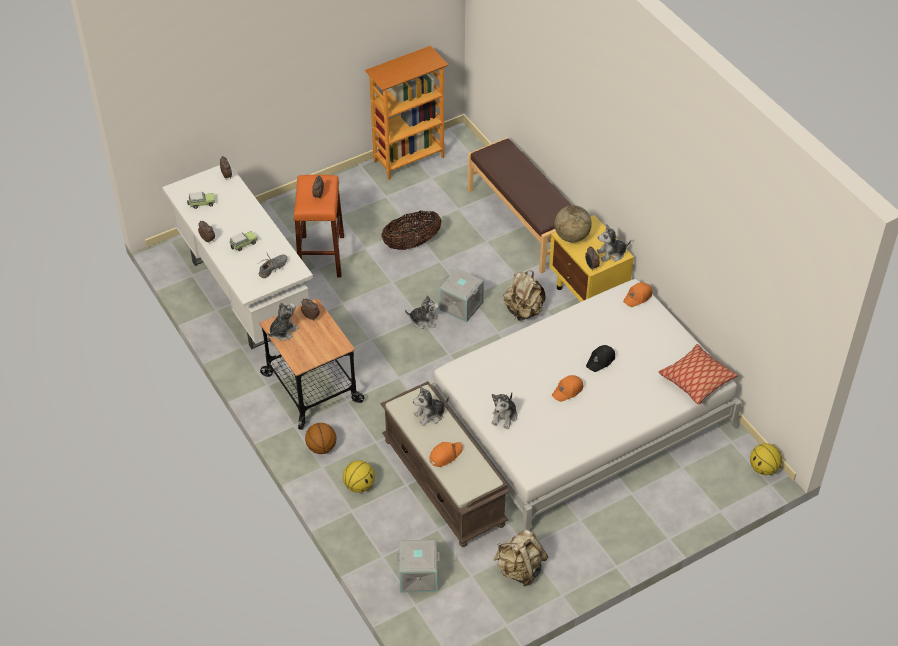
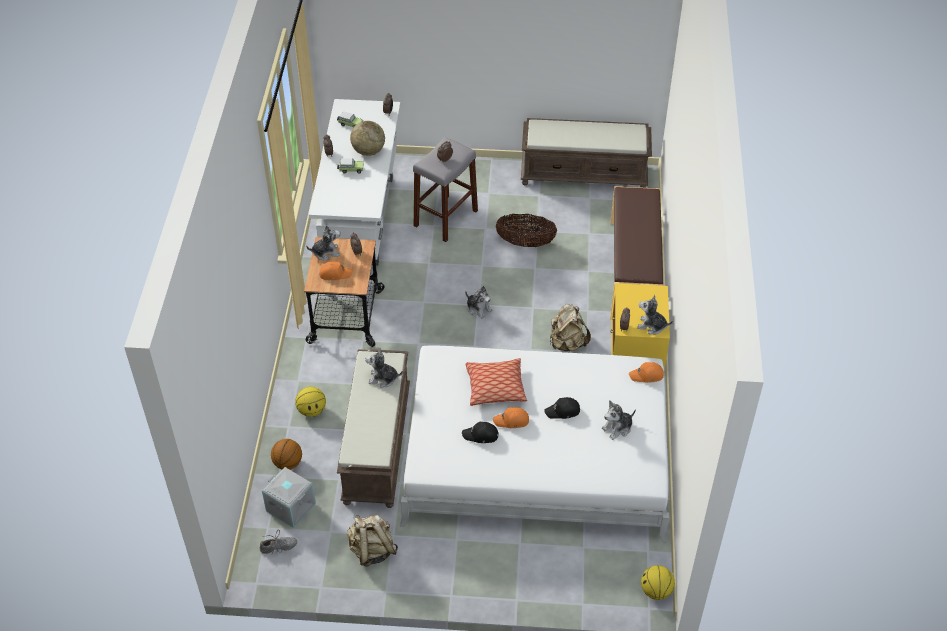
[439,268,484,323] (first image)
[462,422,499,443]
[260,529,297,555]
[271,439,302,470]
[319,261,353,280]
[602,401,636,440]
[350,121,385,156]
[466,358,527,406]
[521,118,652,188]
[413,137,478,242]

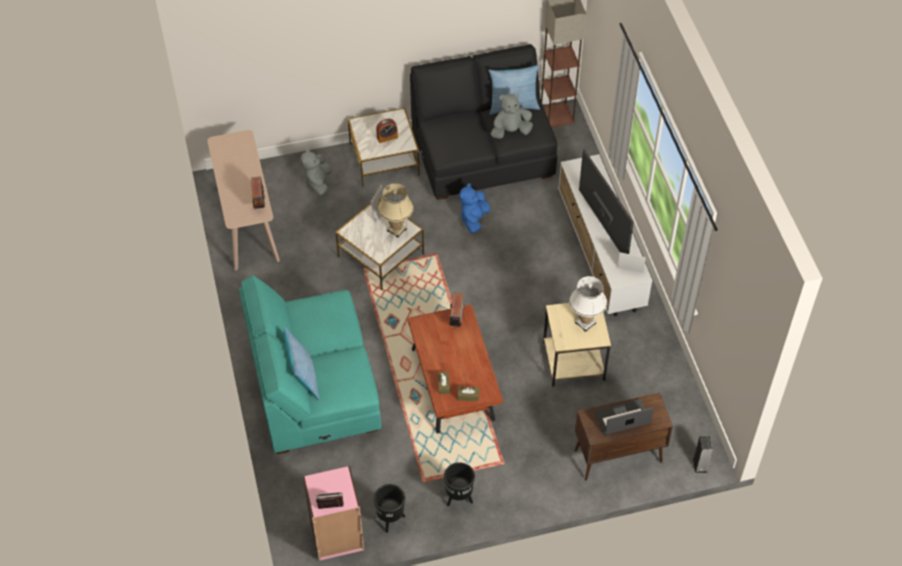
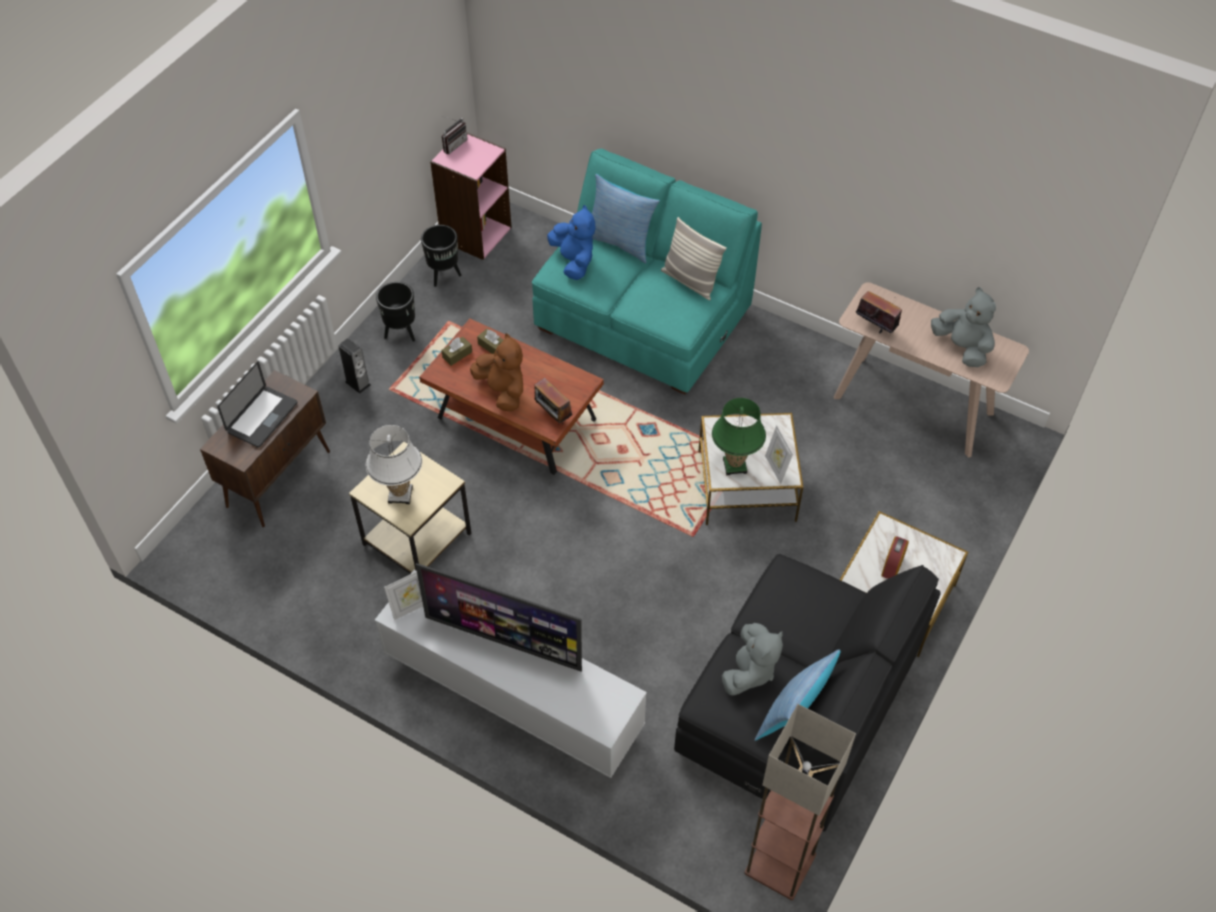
[470,333,523,412]
[661,217,727,300]
[931,287,996,367]
[547,205,595,280]
[338,338,371,394]
[712,398,766,475]

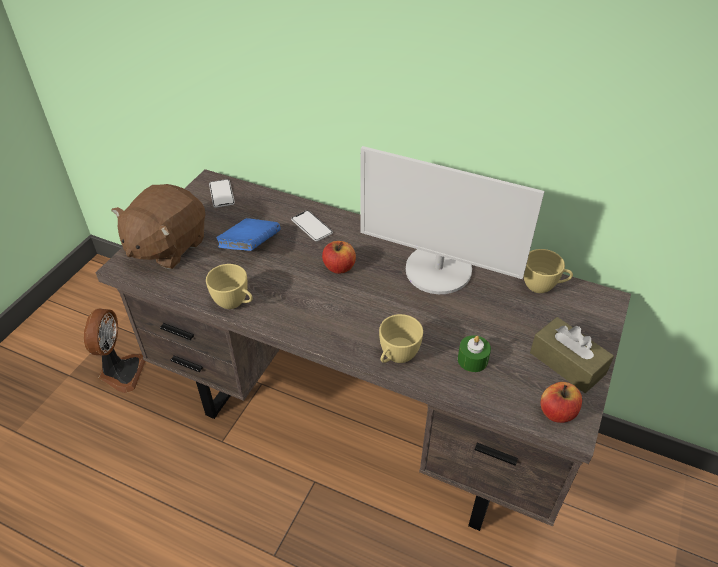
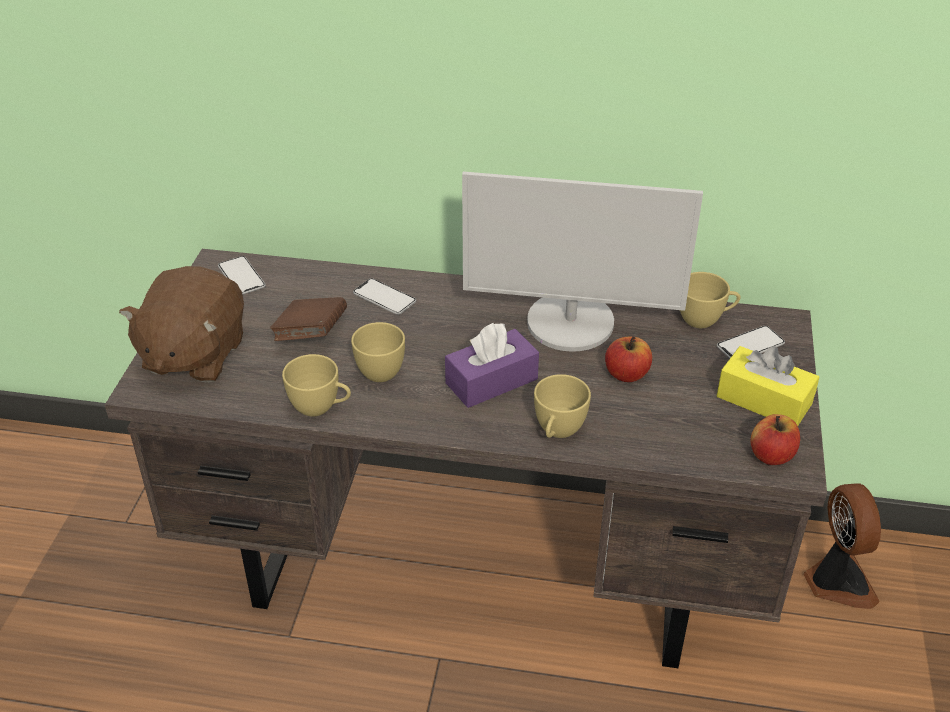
[458,335,491,372] (first image)
[351,322,405,382]
[445,323,539,408]
[717,326,785,358]
[804,483,881,609]
[605,336,652,382]
[270,297,347,341]
[717,346,819,426]

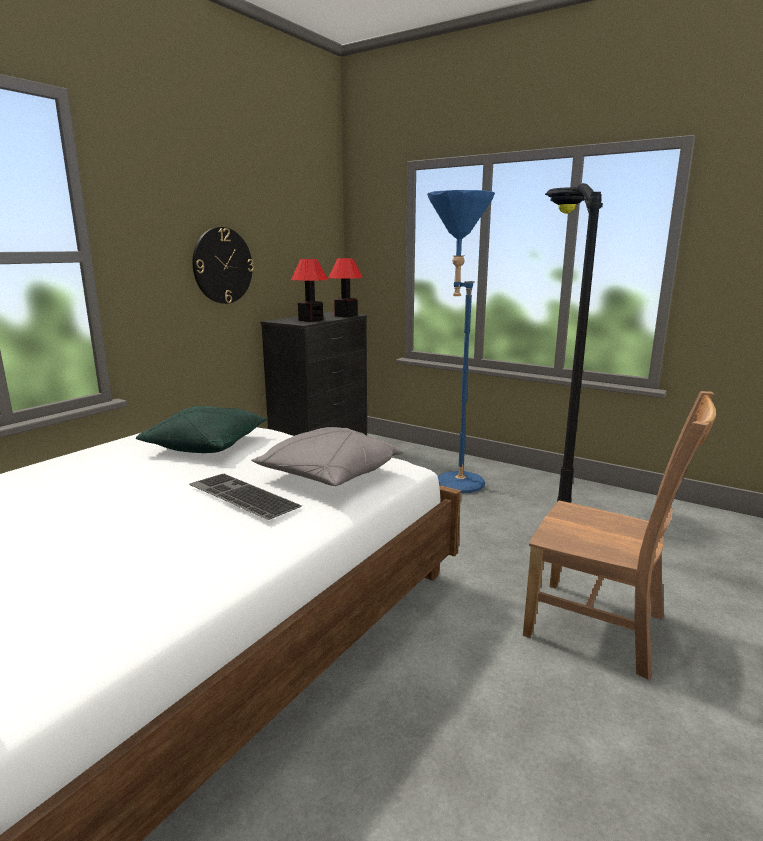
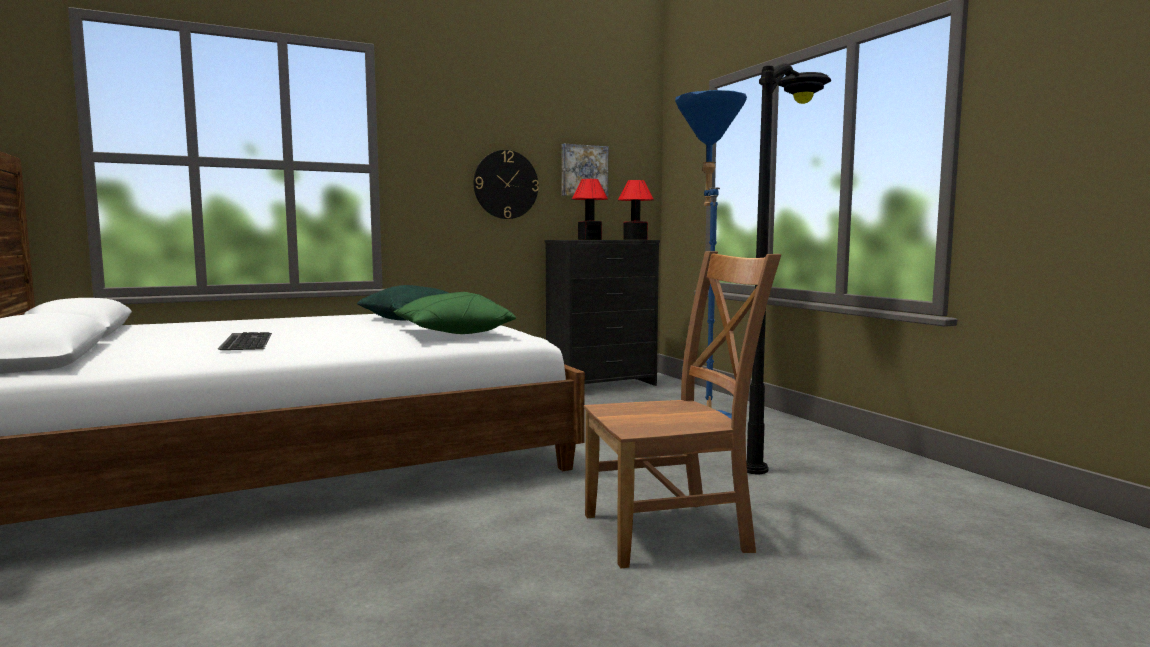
[562,144,608,197]
[218,332,272,350]
[393,292,516,334]
[584,251,782,569]

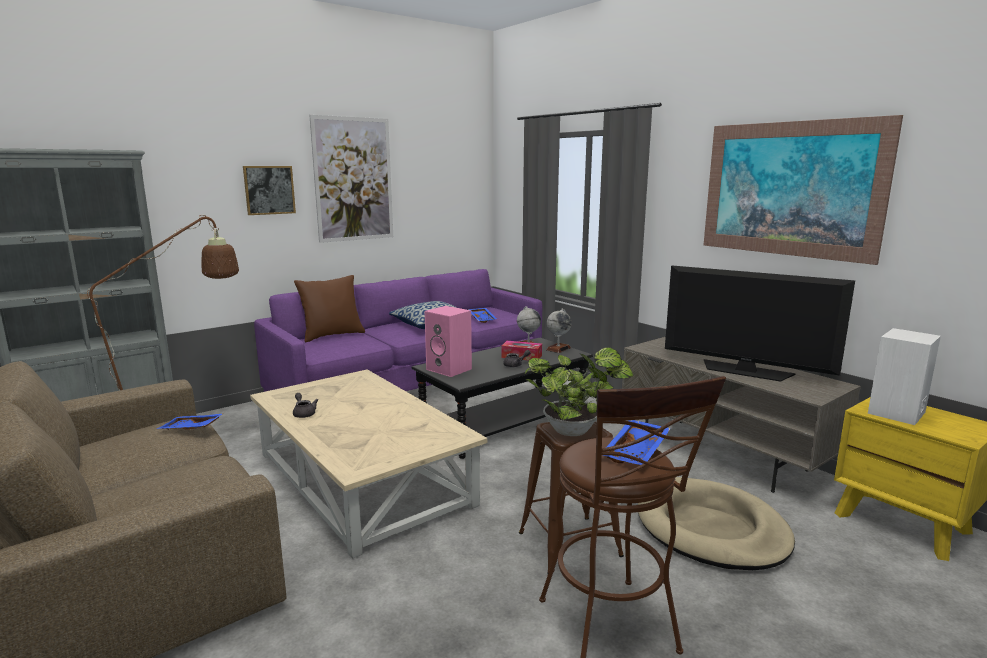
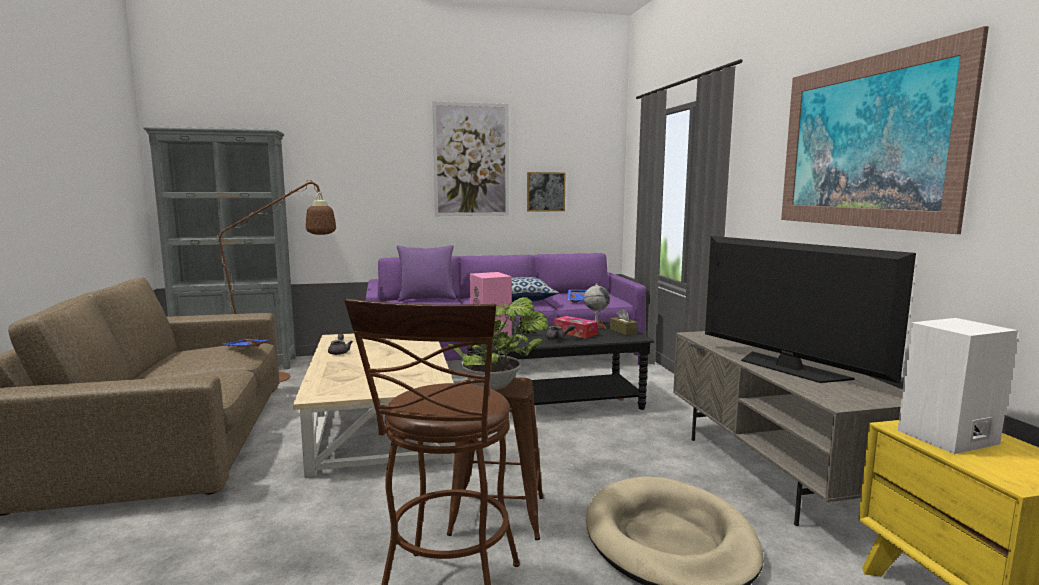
[604,420,671,465] (first image)
[527,172,566,212]
[610,309,638,335]
[397,245,456,302]

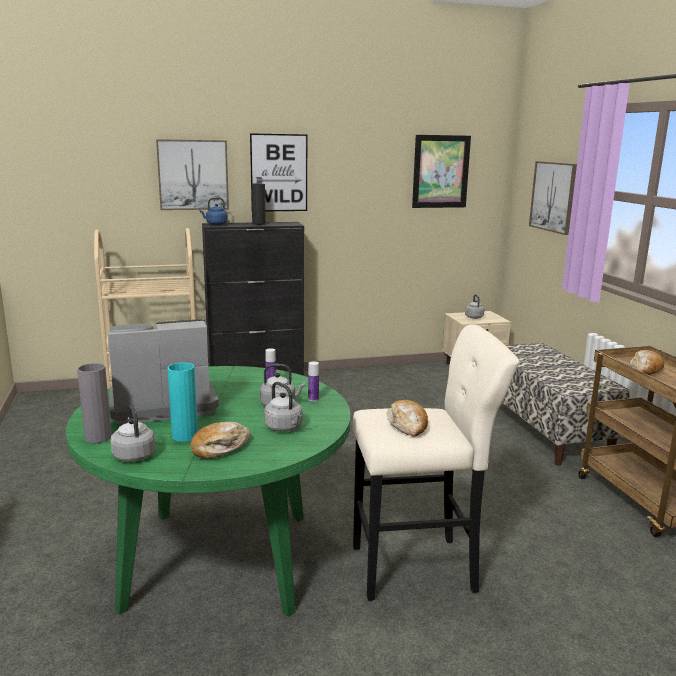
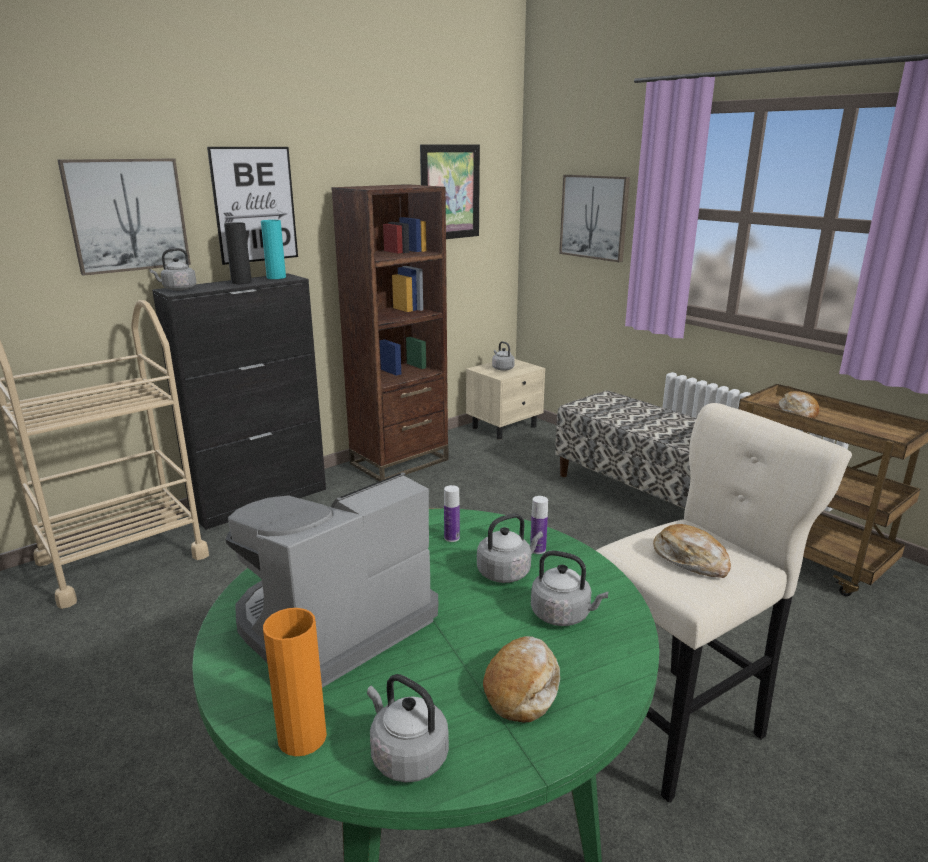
[331,184,448,482]
[261,220,286,279]
[263,608,327,756]
[149,248,196,291]

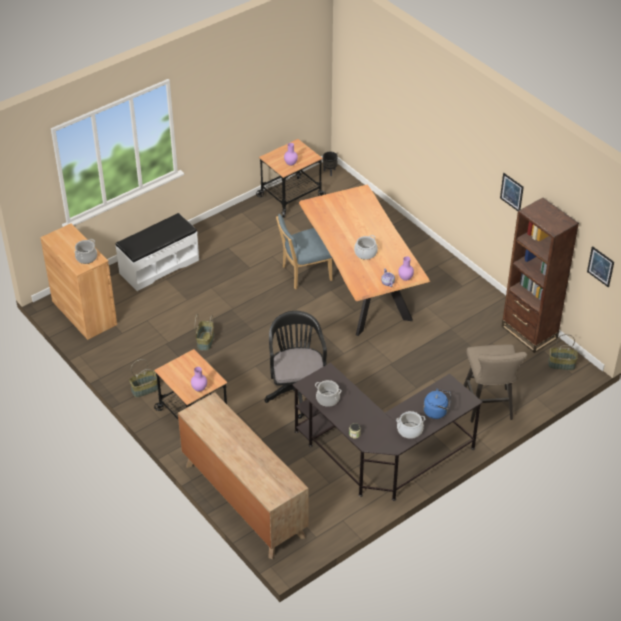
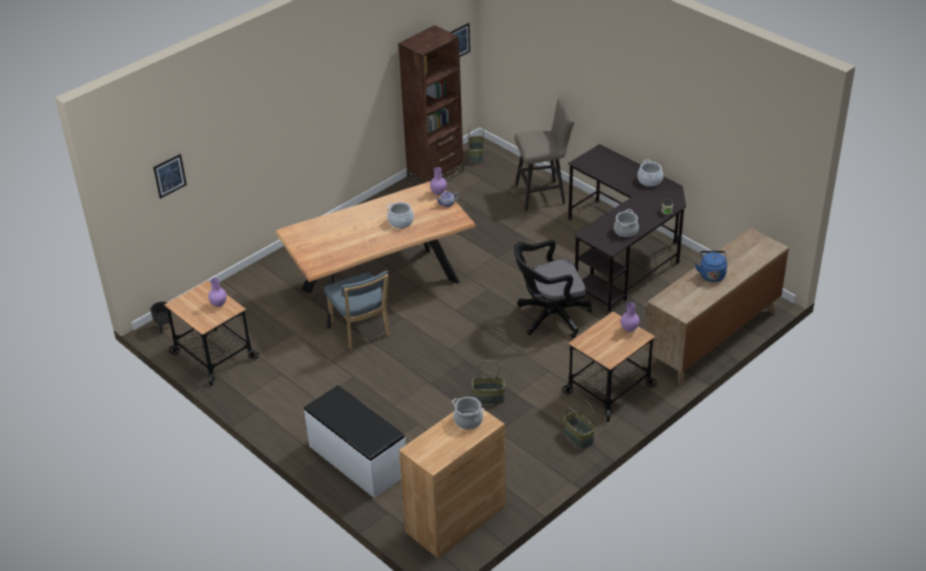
[695,251,727,282]
[153,154,187,199]

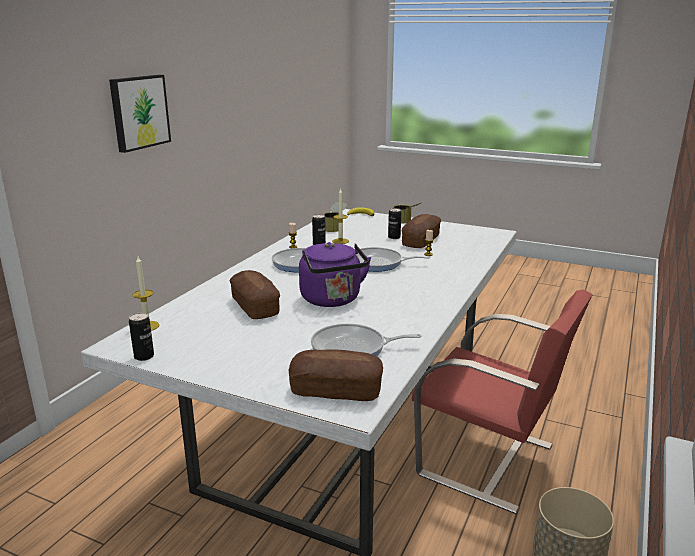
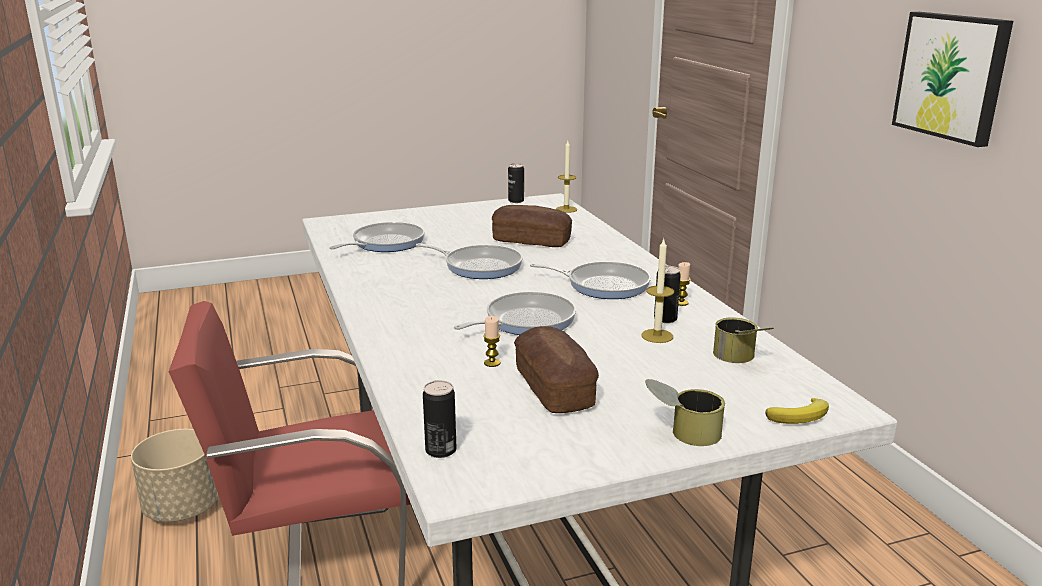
[288,349,383,401] (first image)
[423,380,456,458]
[416,243,523,279]

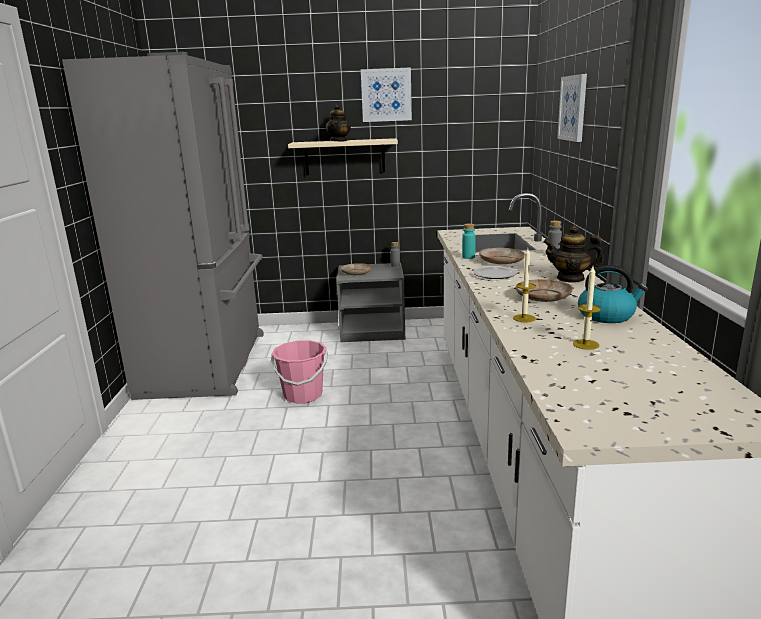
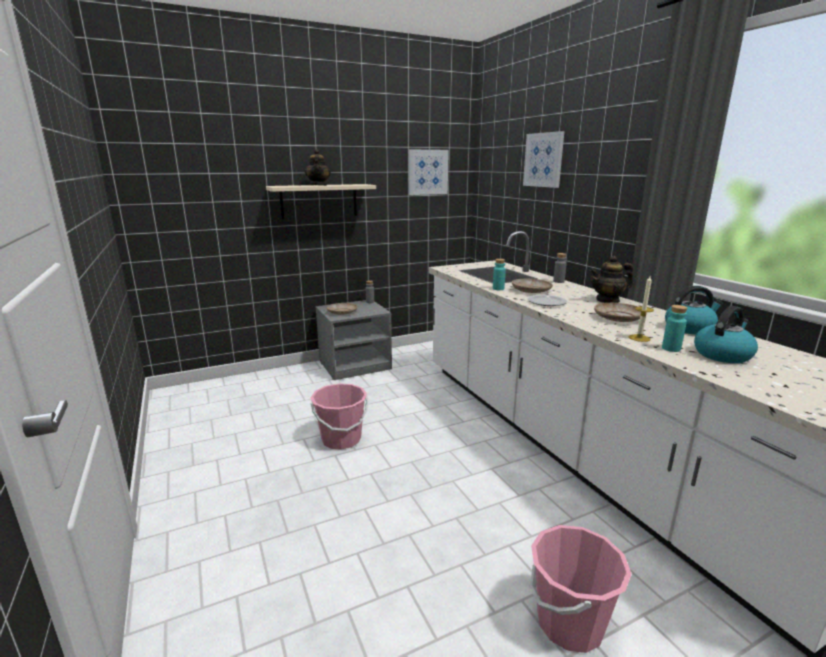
[62,52,264,400] (first image)
[530,525,632,653]
[662,305,687,352]
[409,149,449,195]
[694,306,758,363]

